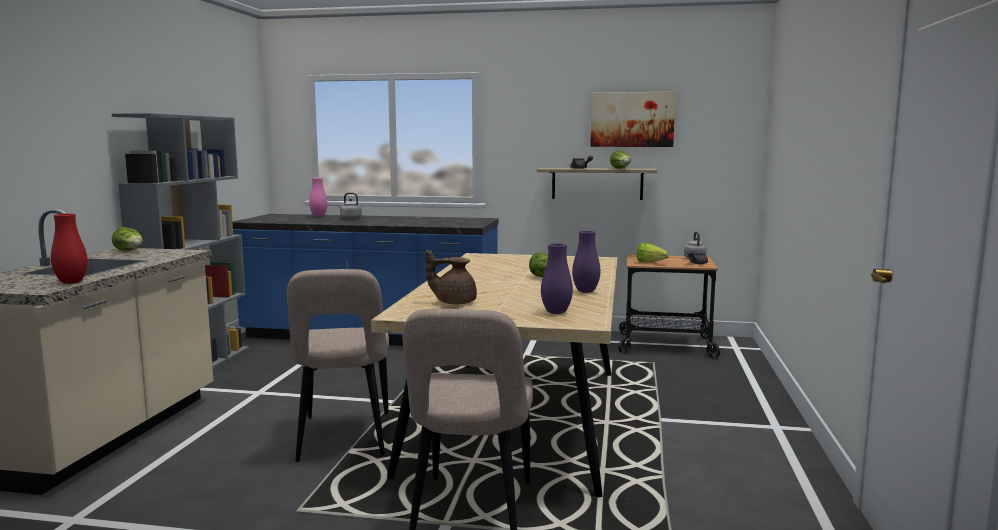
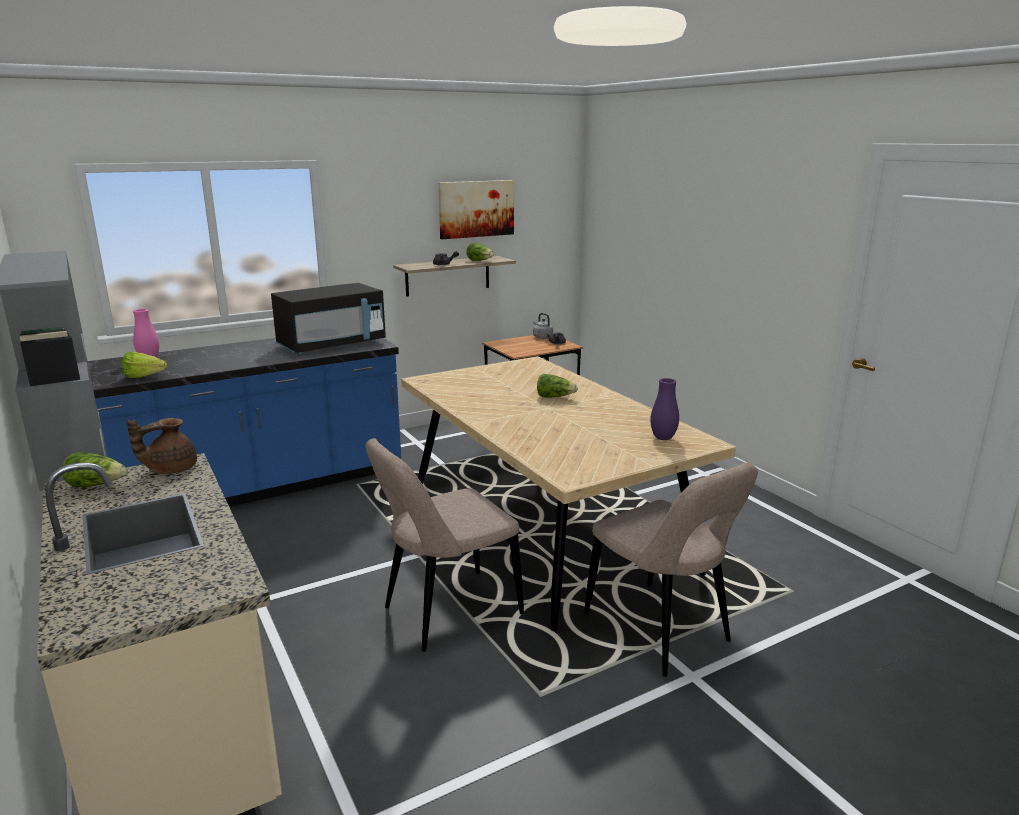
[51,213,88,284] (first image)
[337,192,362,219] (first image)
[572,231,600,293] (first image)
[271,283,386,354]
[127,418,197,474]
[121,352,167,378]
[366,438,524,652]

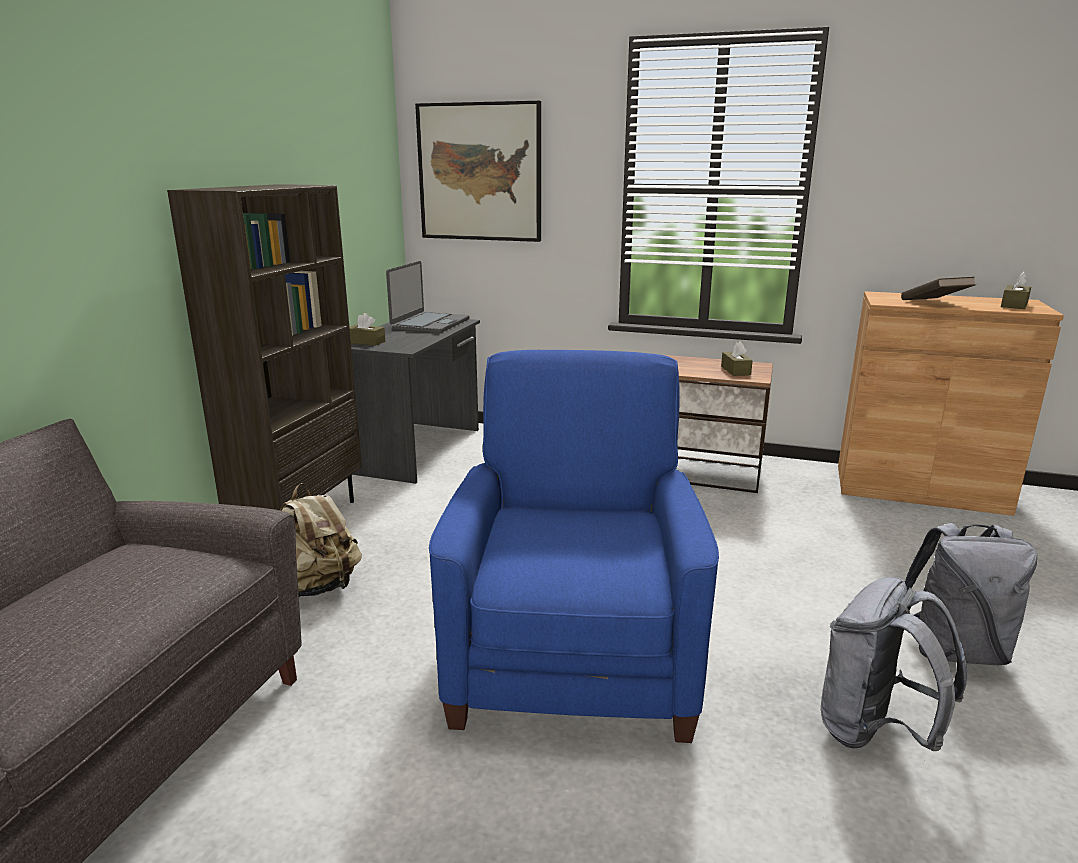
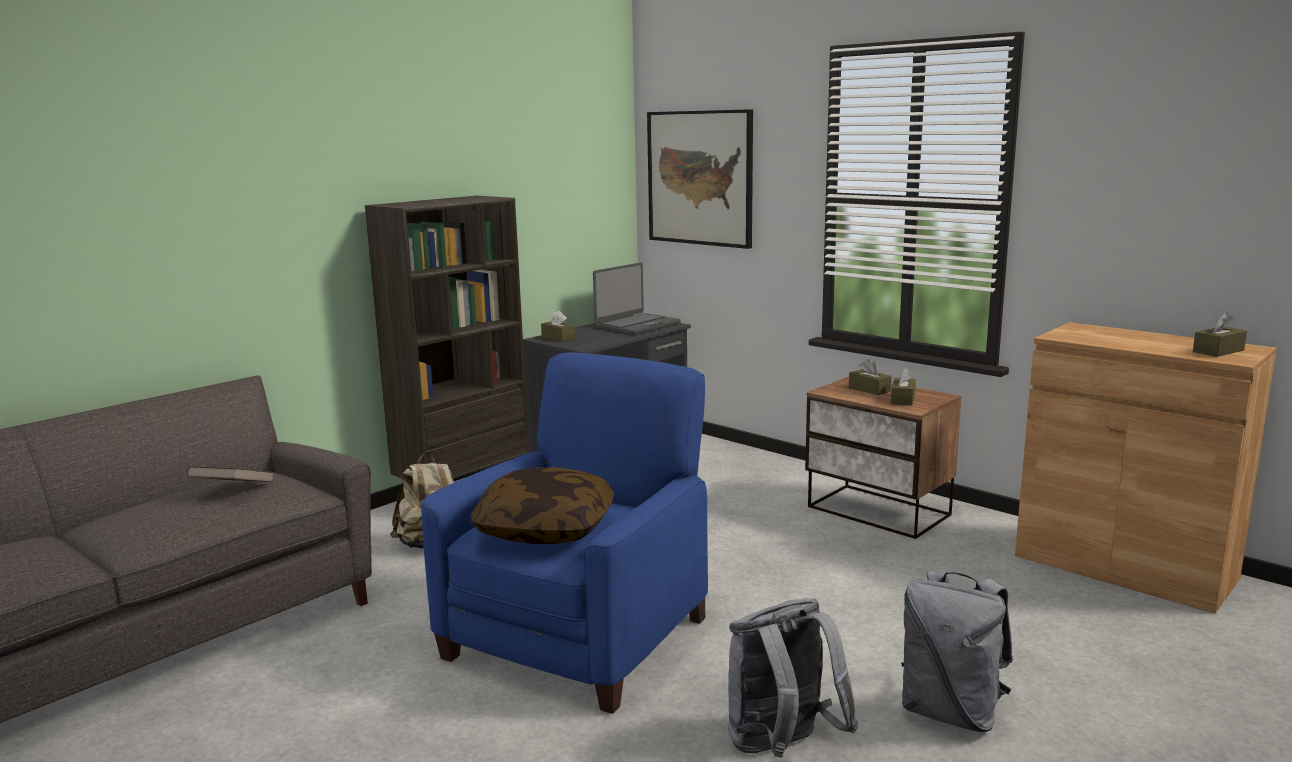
[471,467,614,544]
[849,359,891,395]
[187,466,274,482]

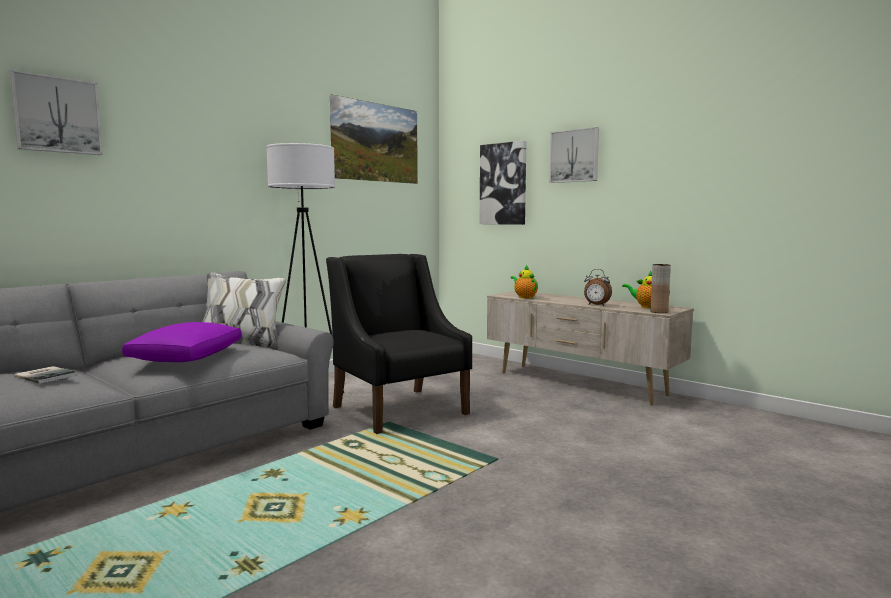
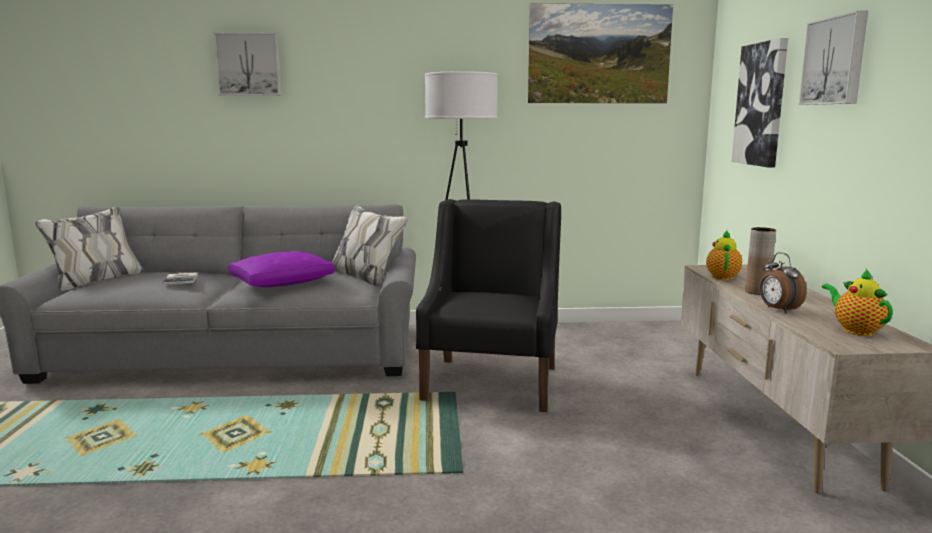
[745,227,776,295]

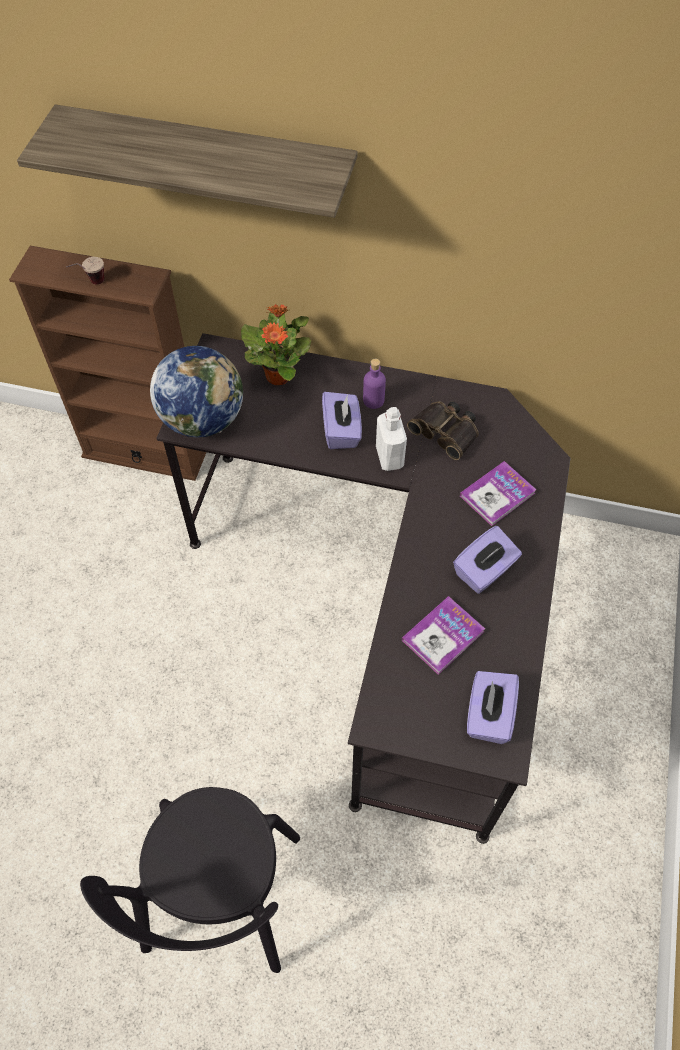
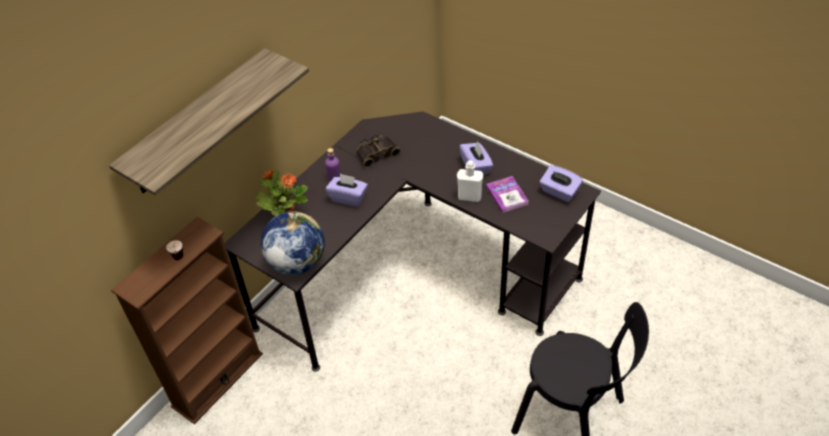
[460,461,537,526] (first image)
[457,160,483,202]

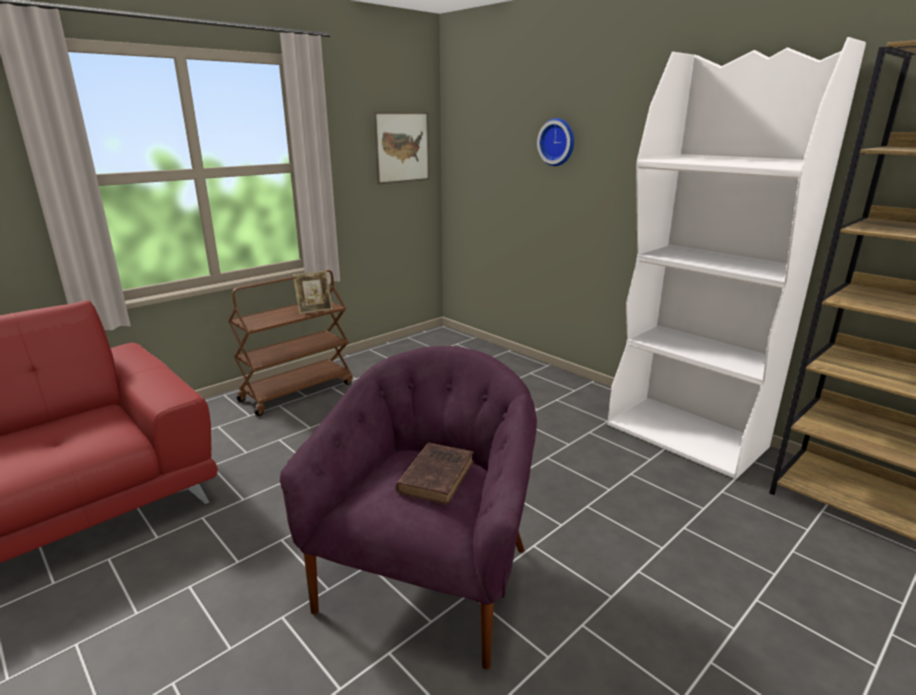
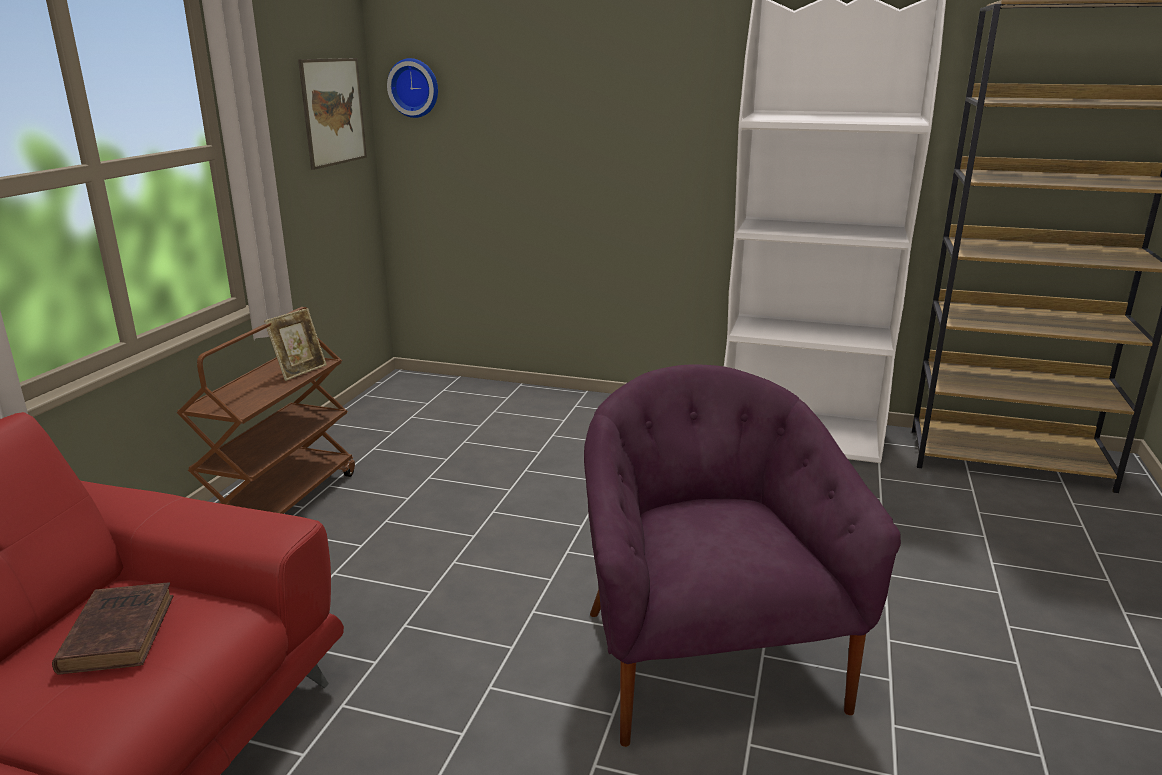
[52,583,173,675]
[387,58,438,118]

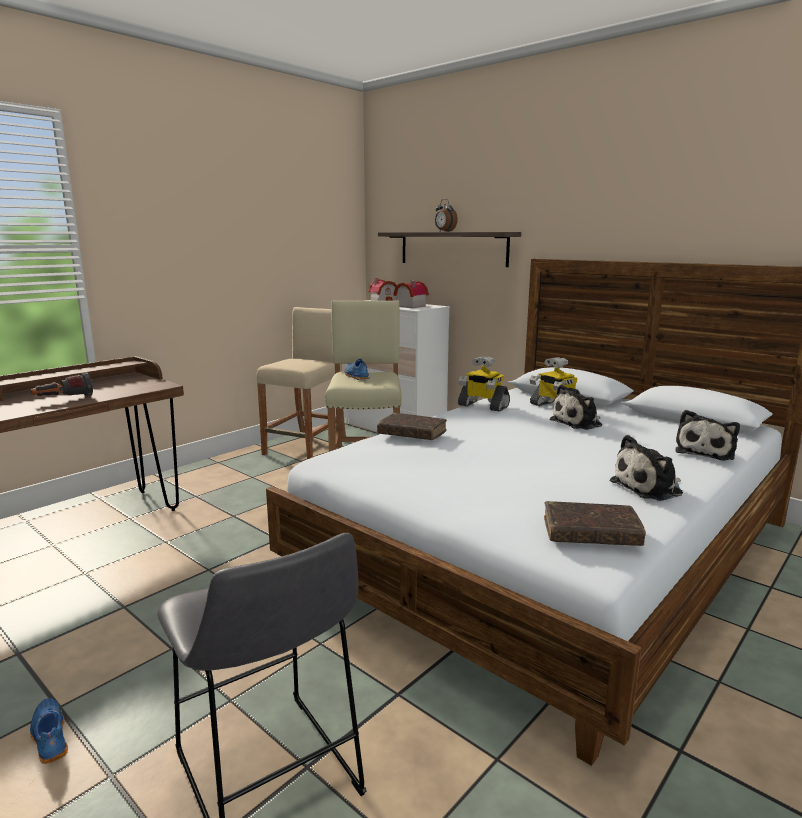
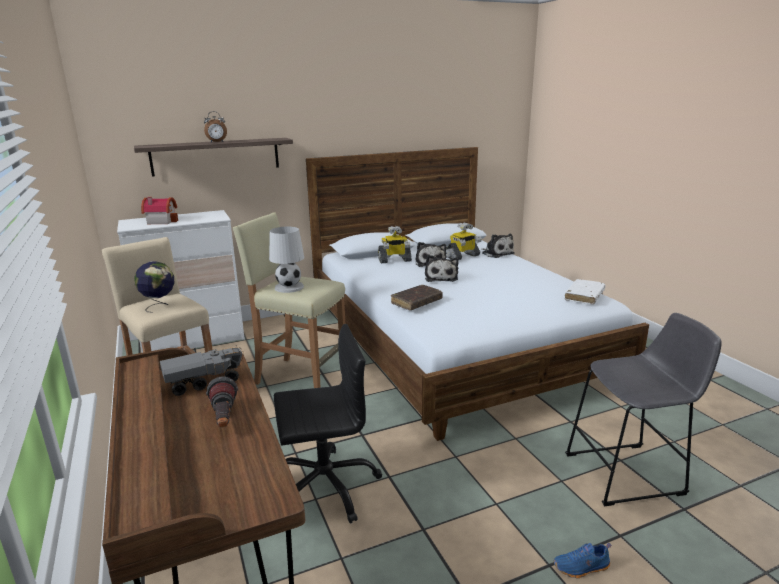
[393,281,429,308] (first image)
[134,262,175,313]
[160,345,244,396]
[274,324,382,523]
[446,222,482,260]
[425,255,459,282]
[269,227,304,293]
[565,279,606,304]

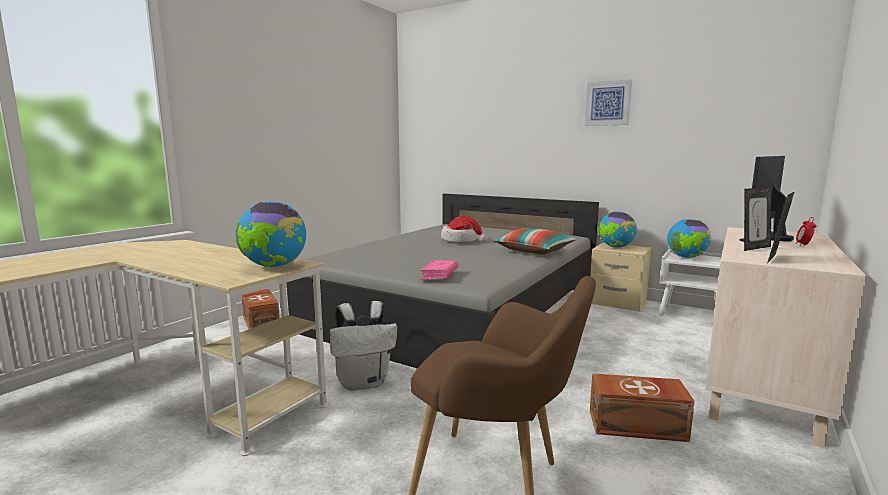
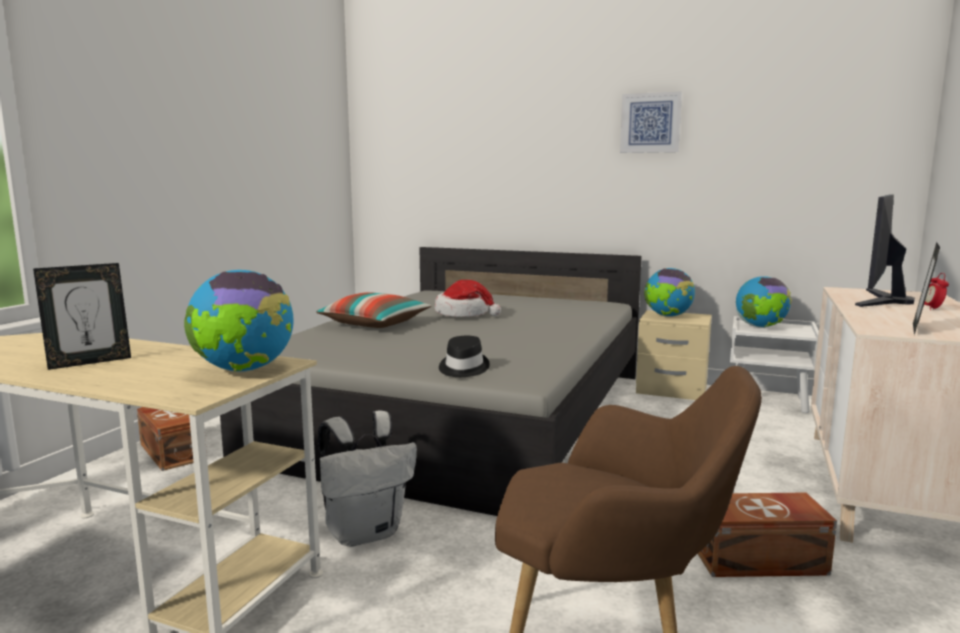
[316,292,431,328]
[33,263,131,370]
[439,336,490,377]

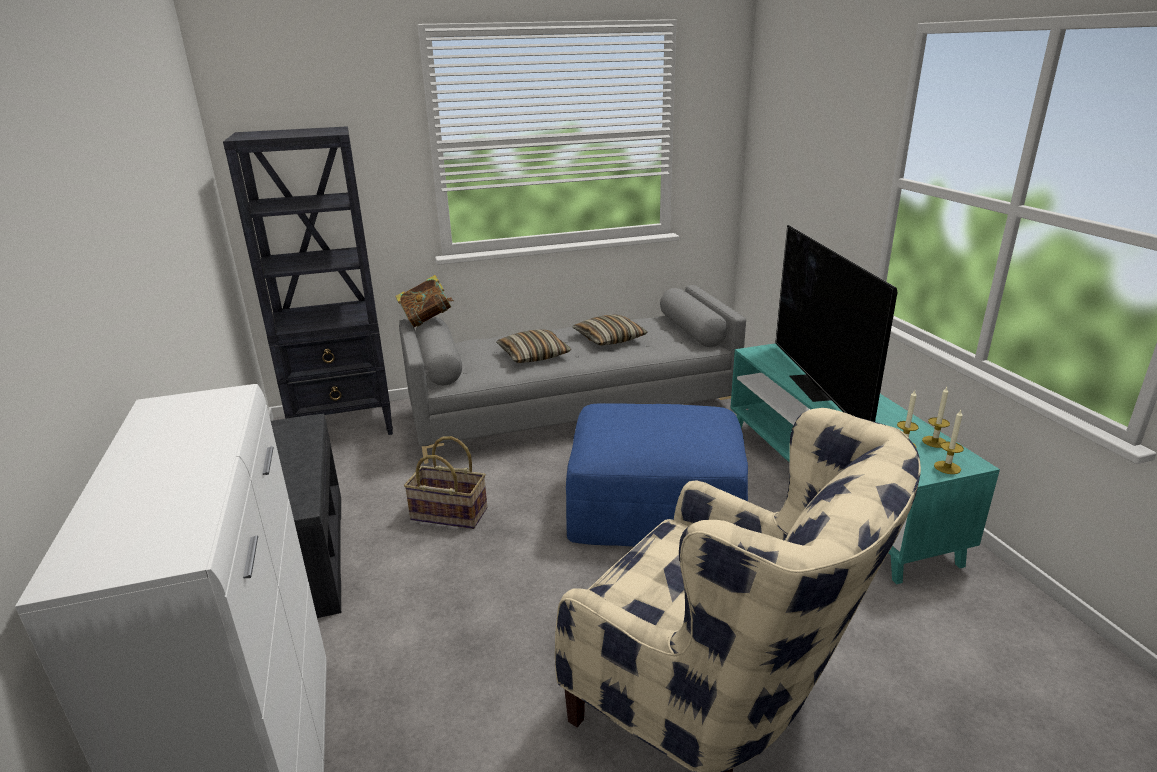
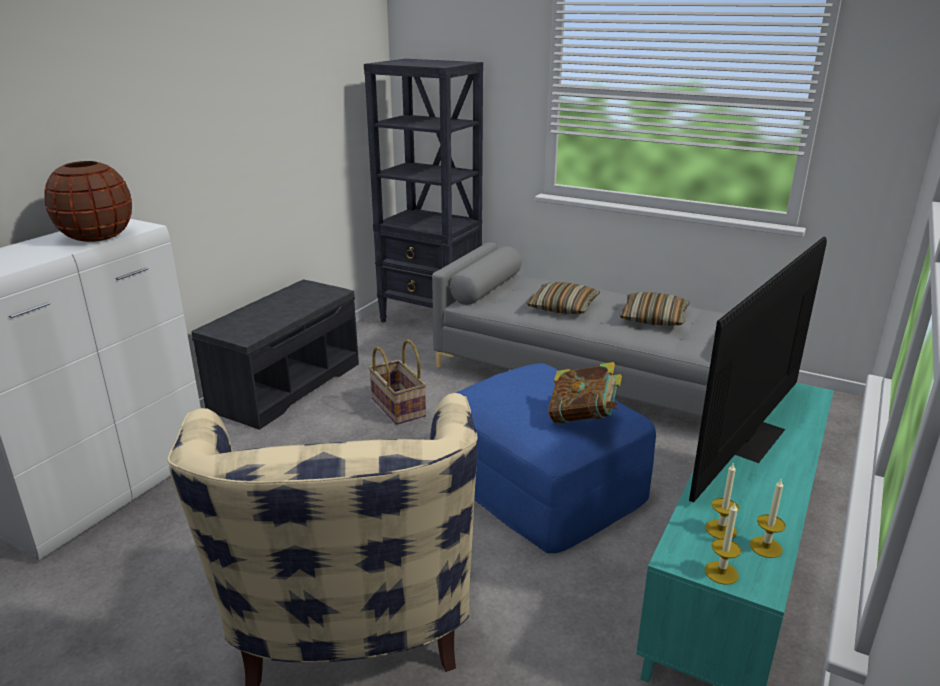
[44,161,132,242]
[548,362,622,424]

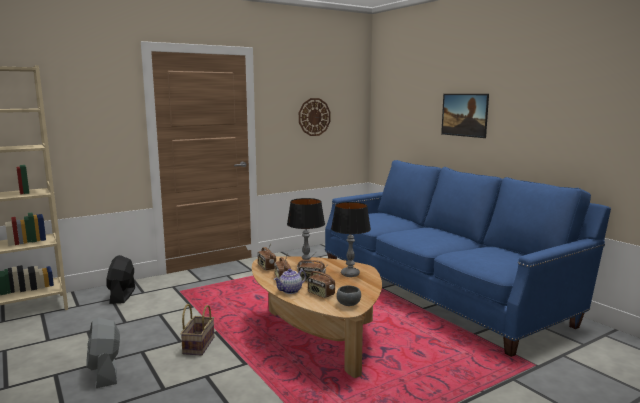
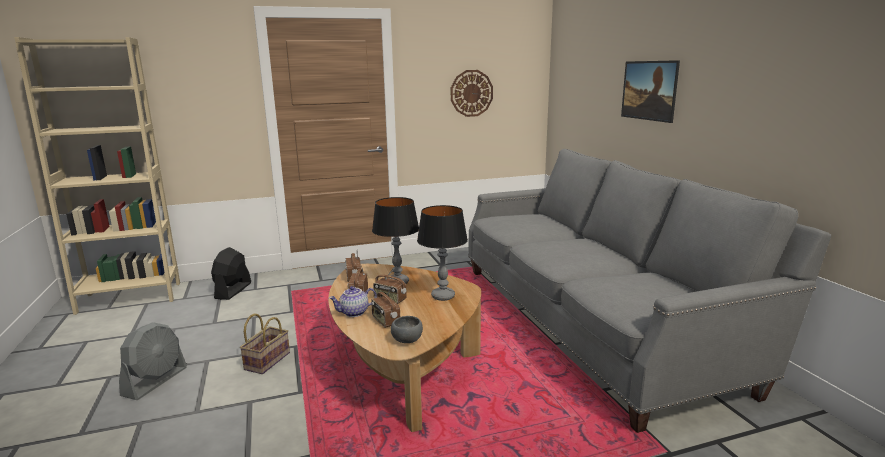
[468,149,831,433]
[119,322,187,400]

